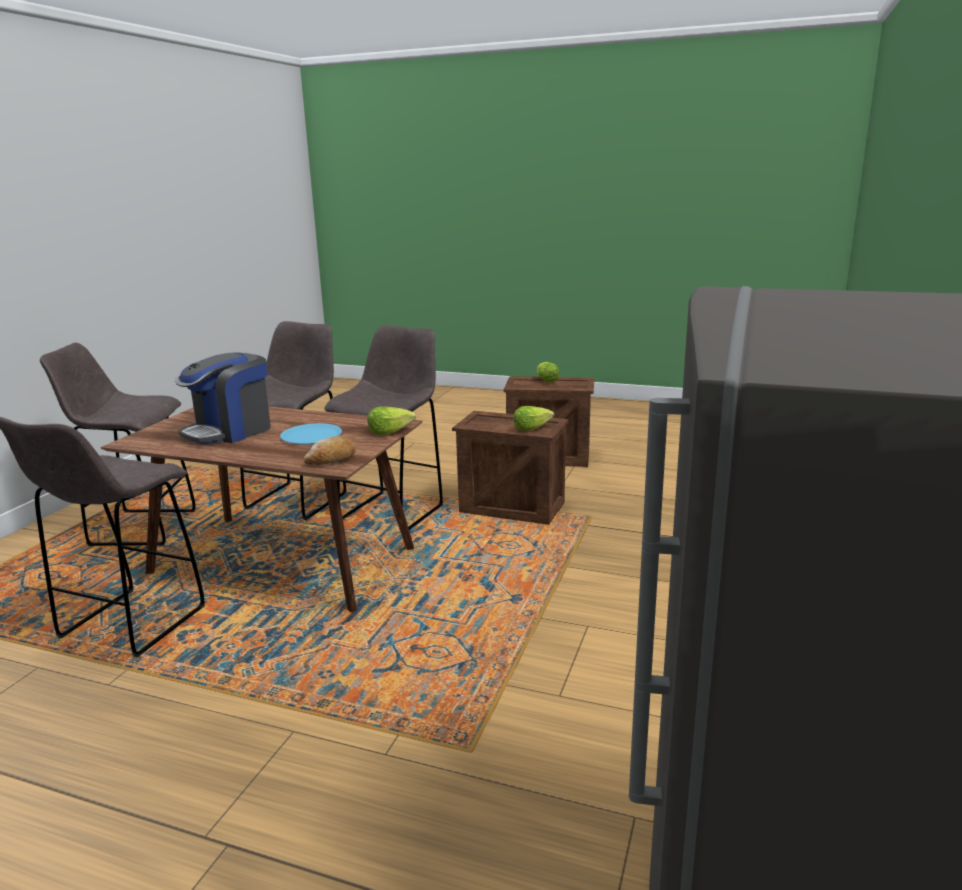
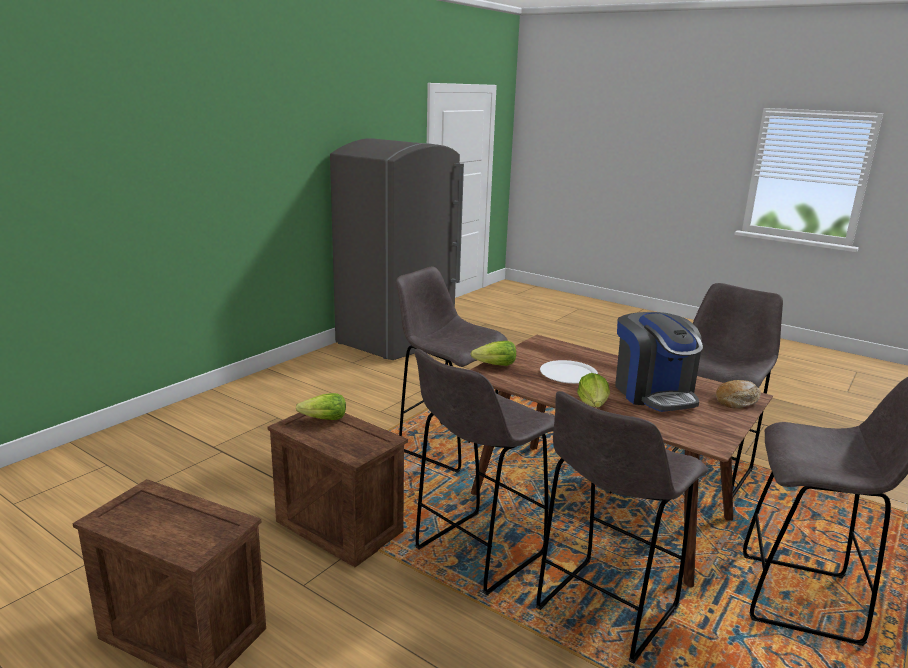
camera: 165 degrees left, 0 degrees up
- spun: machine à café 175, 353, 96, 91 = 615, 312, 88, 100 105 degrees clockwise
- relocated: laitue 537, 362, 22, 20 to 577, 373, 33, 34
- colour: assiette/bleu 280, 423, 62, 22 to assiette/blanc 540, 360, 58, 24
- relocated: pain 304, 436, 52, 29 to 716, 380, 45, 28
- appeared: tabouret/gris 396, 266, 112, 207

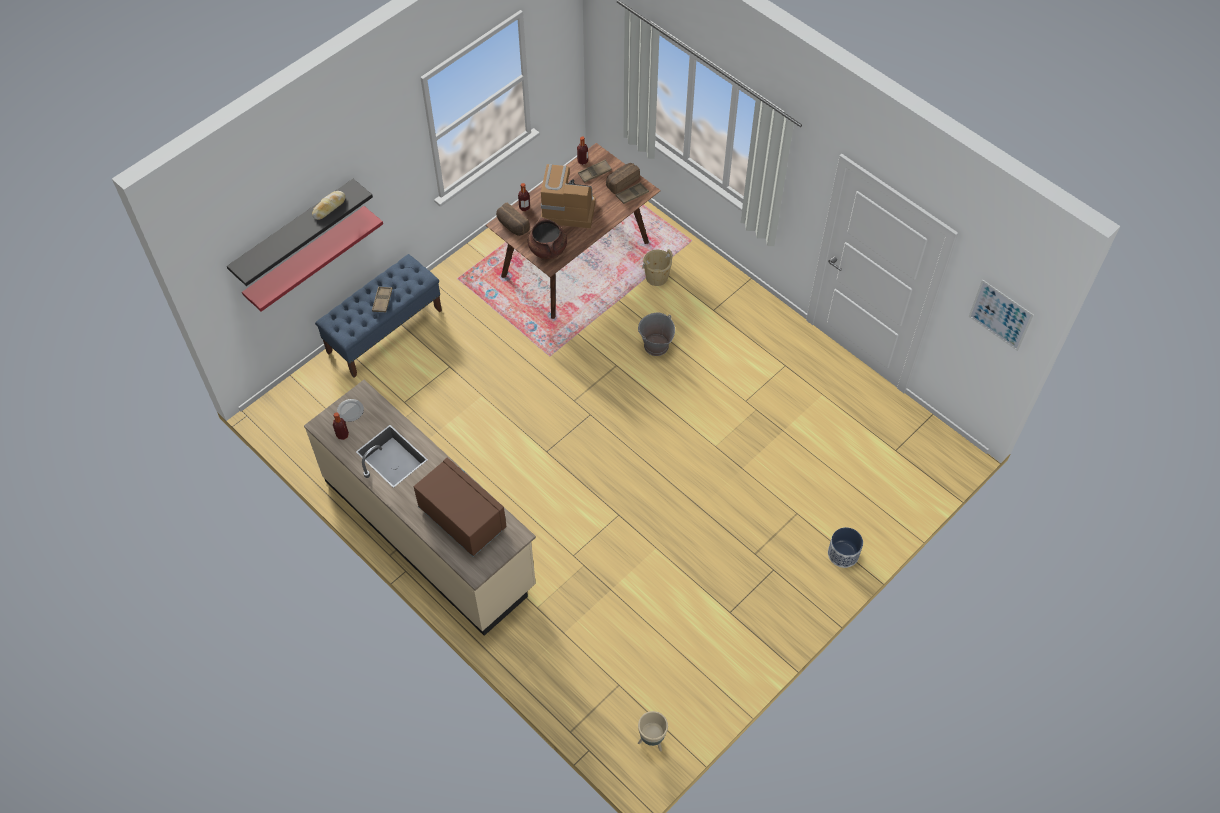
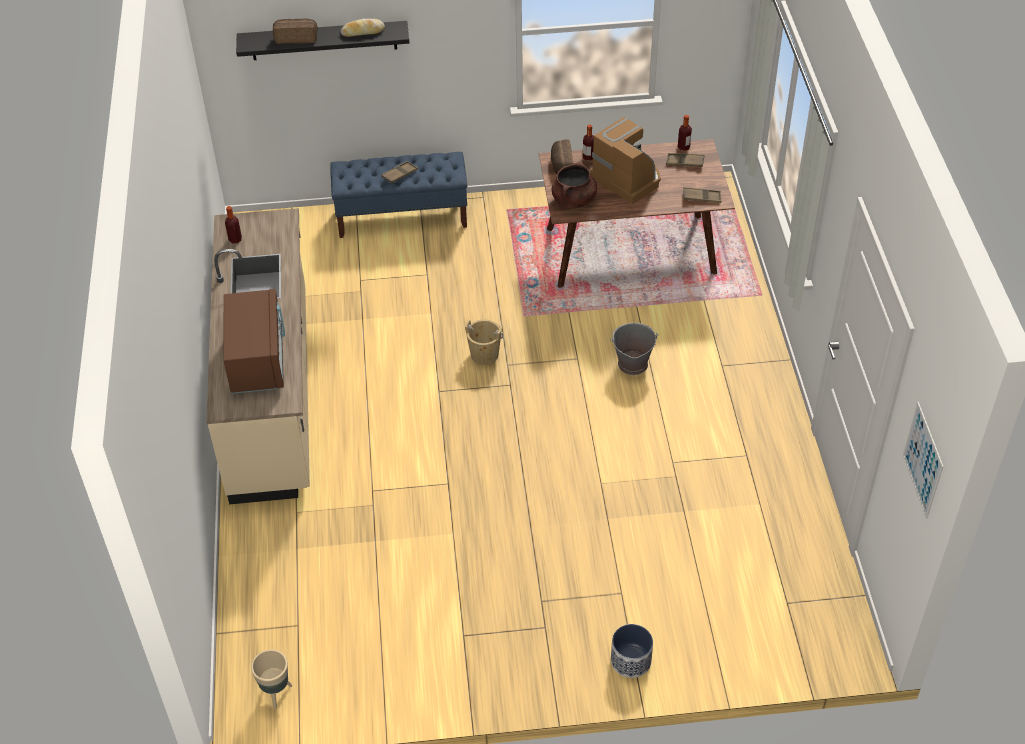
camera: 40 degrees right, 10 degrees down
- relocated: pain 606, 163, 34, 31 to 273, 19, 45, 25
- missing: étagère/rouge 242, 206, 141, 106
- relocated: seau/beige 642, 249, 31, 37 to 465, 319, 38, 46
- missing: assiette 337, 399, 27, 23

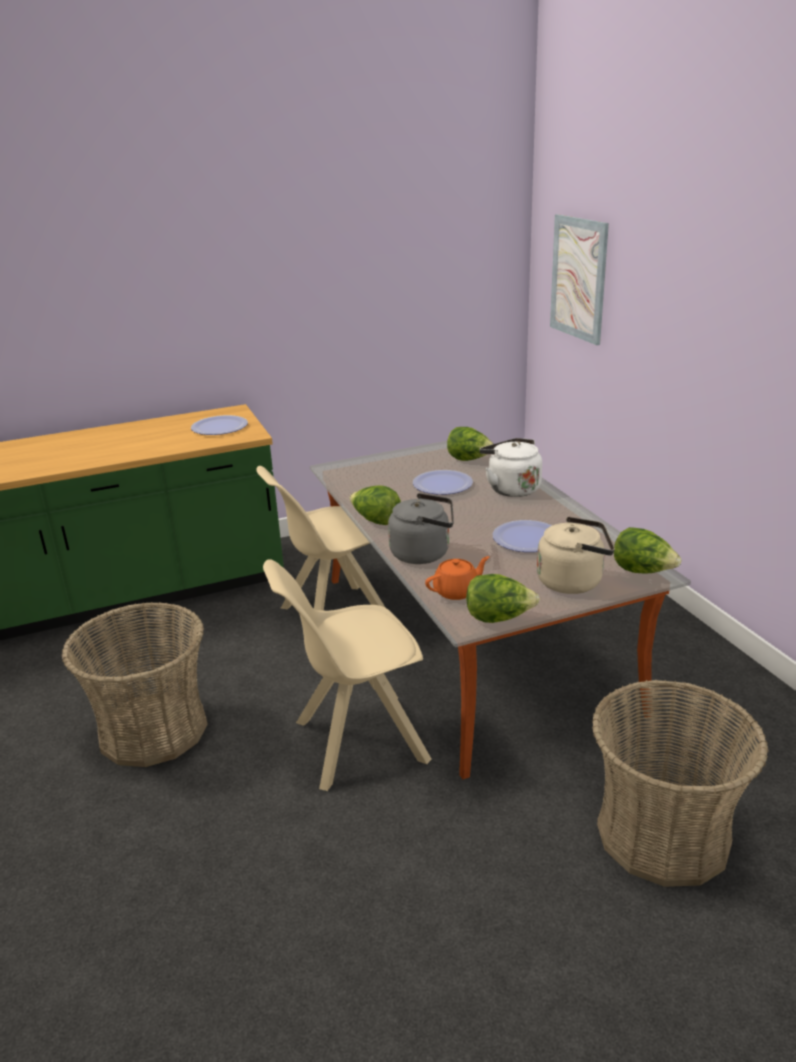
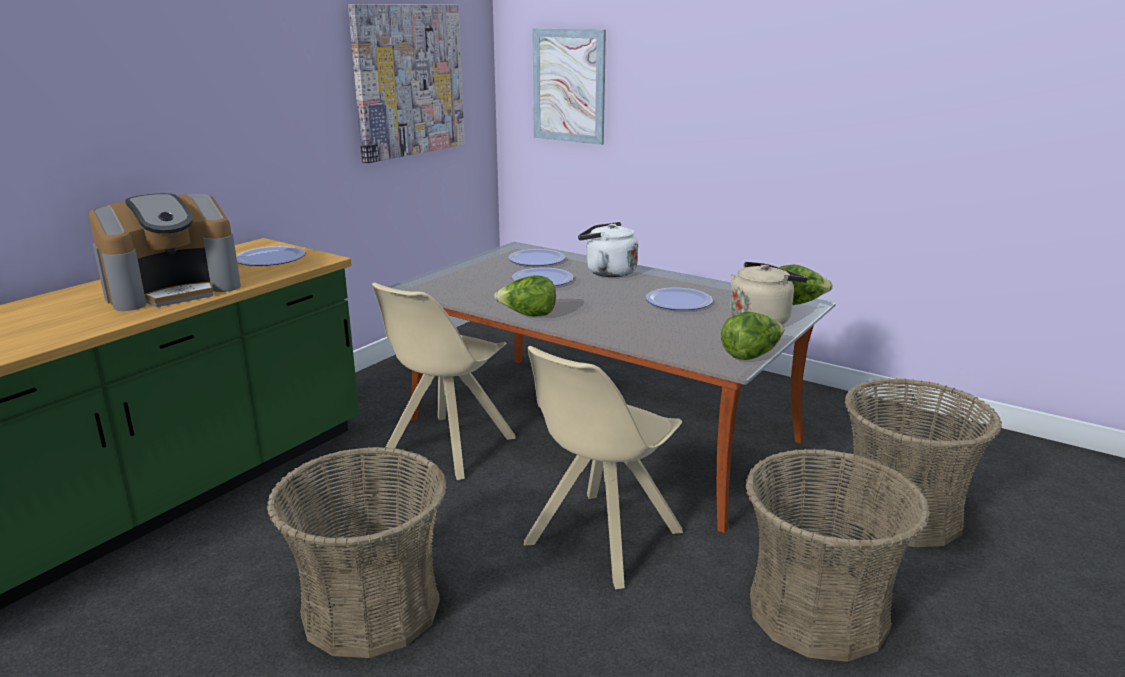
camera: 35 degrees left, 5 degrees down
- exchanged: laitue 447, 427, 47, 34 to assiette 508, 249, 57, 17
- missing: bouilloire/gris 388, 493, 66, 71
- missing: théière/orange 425, 556, 64, 44
- appeared: tableau 348, 4, 117, 159
- appeared: machine à café 89, 193, 152, 118
- appeared: panier 745, 448, 185, 214

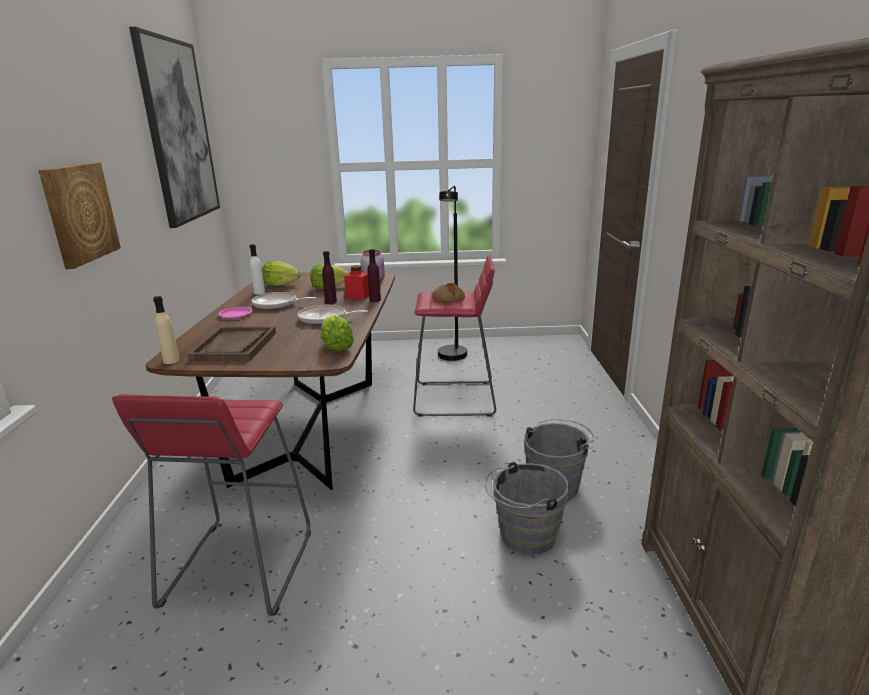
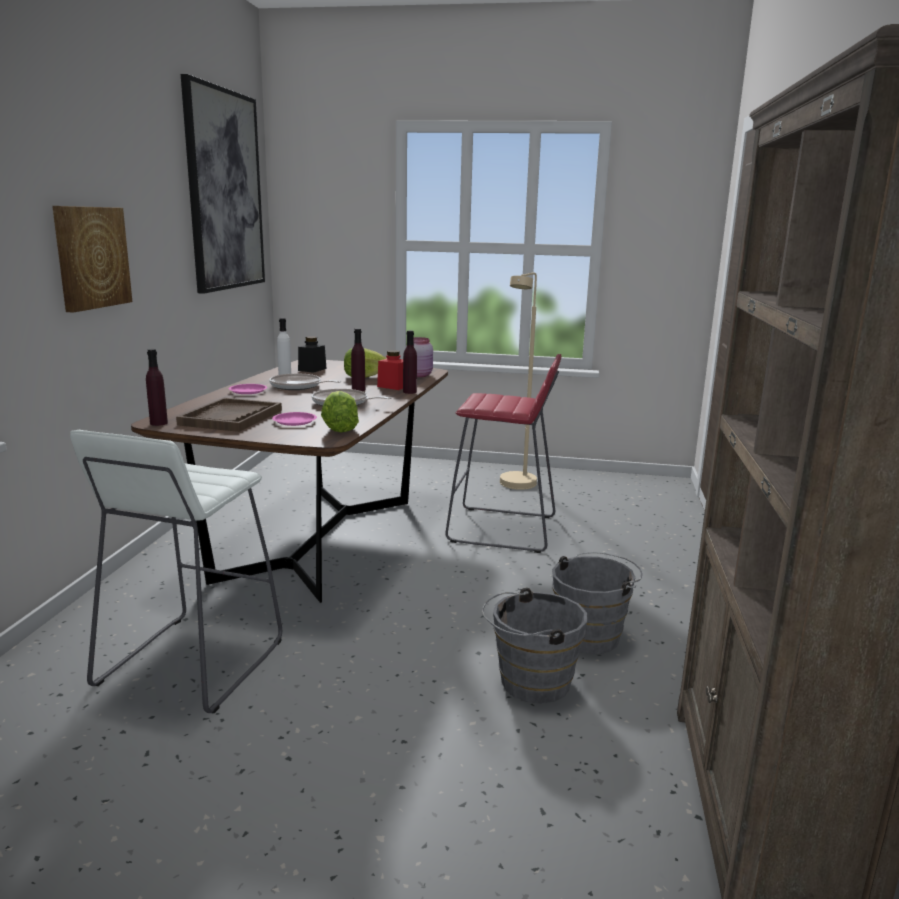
camera: 10 degrees right, 5 degrees down
- colour: lampadaire/noir 438, 186, 29, 175 to lampadaire/beige 500, 272, 37, 218
- exchanged: laitue 262, 261, 39, 25 to bocal/noir 298, 336, 28, 37
- missing: pain 432, 283, 33, 20
- colour: bouteille/beige 153, 296, 27, 68 to bouteille/violet 146, 349, 22, 77
- colour: tabouret/rouge 112, 394, 199, 222 to tabouret/blanc 70, 430, 212, 283
- appeared: assiette/rose 272, 412, 45, 14

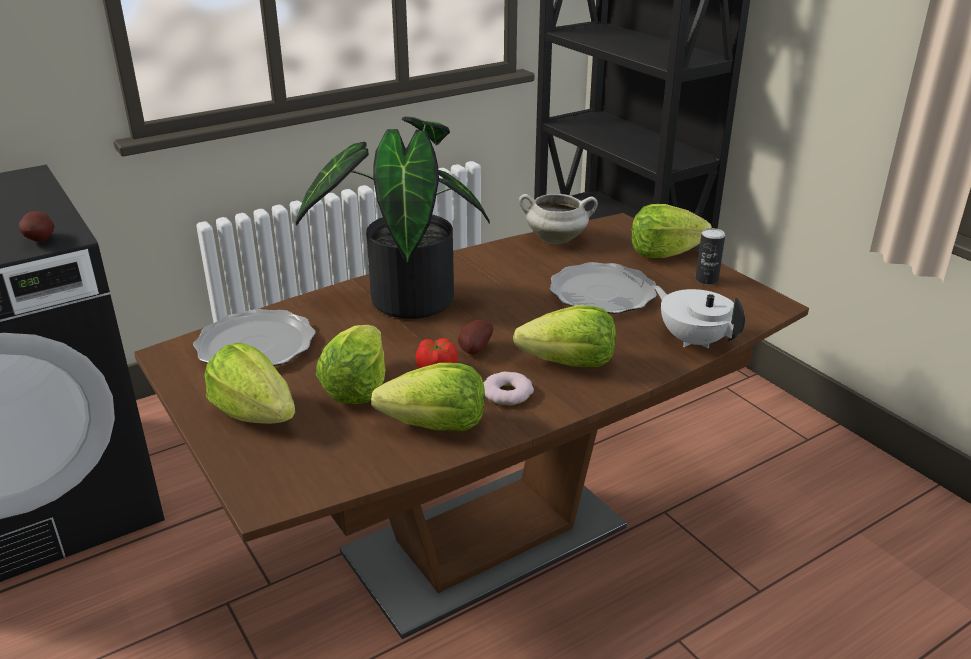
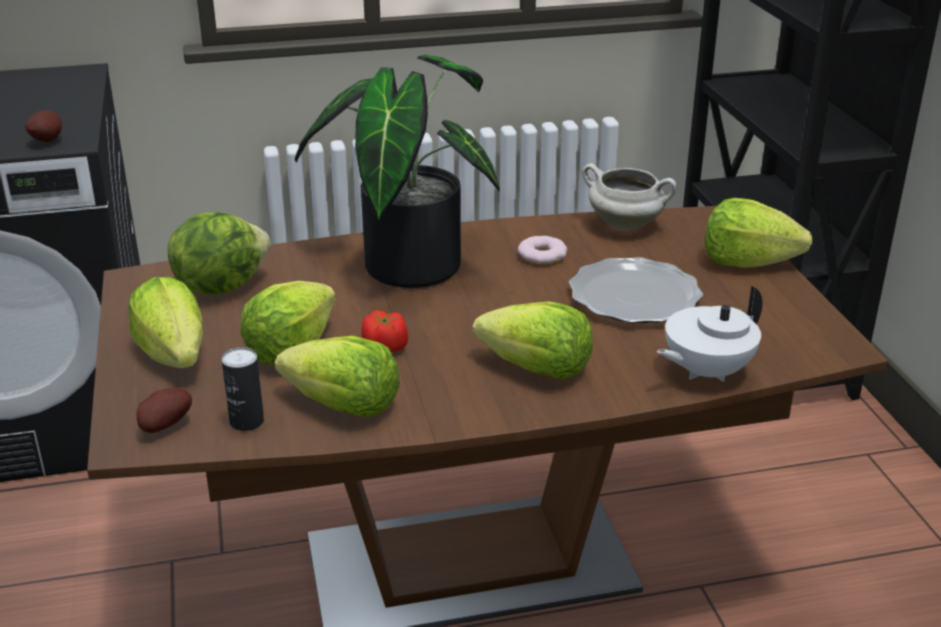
camera: 20 degrees right, 0 degrees up
- relocated: boîte métallique 695, 228, 30, 57 to 222, 347, 42, 84
- spun: théière/blanc 654, 285, 91, 63 = 657, 286, 105, 96 105 degrees counterclockwise
- exchanged: assiette 193, 309, 123, 57 to laitue 167, 212, 103, 83
- relocated: pomme de terre 458, 320, 35, 35 to 136, 388, 56, 45
- relocated: beignet 483, 372, 51, 33 to 518, 236, 50, 28

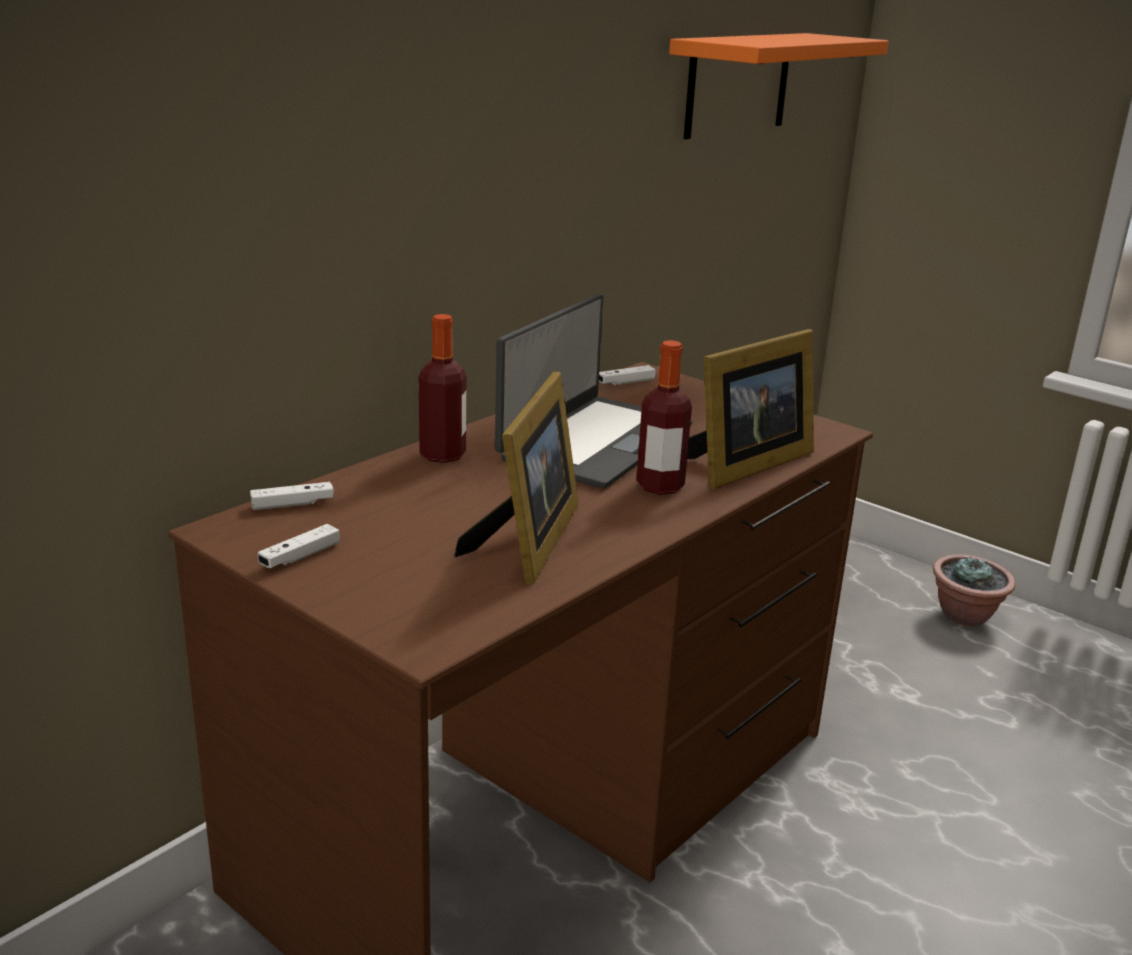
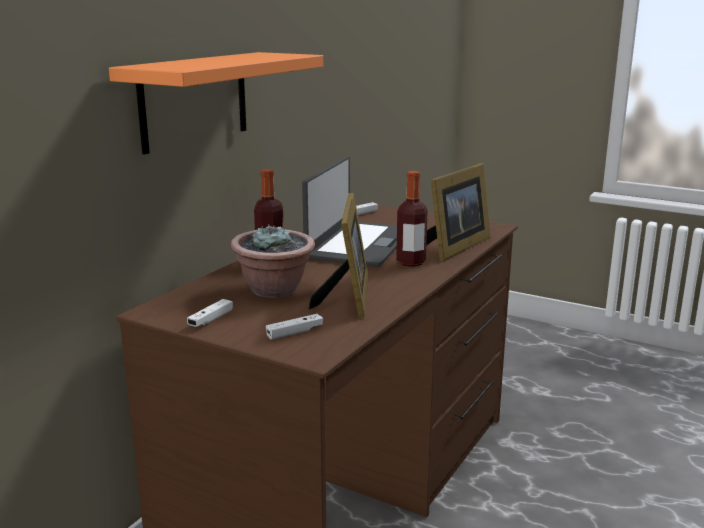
camera: 10 degrees left, 5 degrees down
- relocated: étagère/orange 669, 33, 220, 106 to 109, 52, 214, 103
- relocated: manette/blanc 250, 482, 84, 28 to 266, 314, 57, 26
- relocated: plante en pot 933, 554, 82, 72 to 231, 224, 84, 74

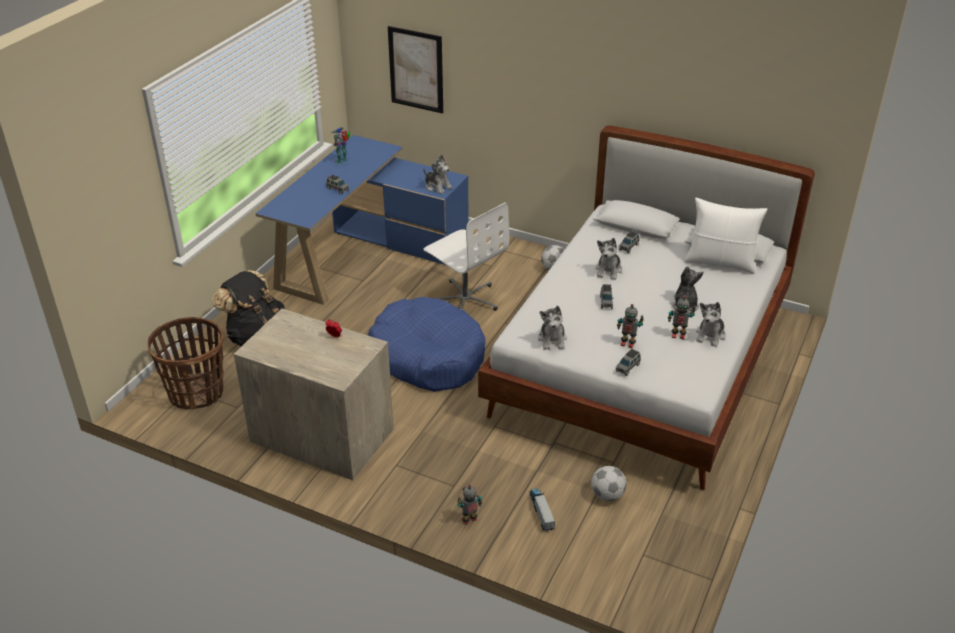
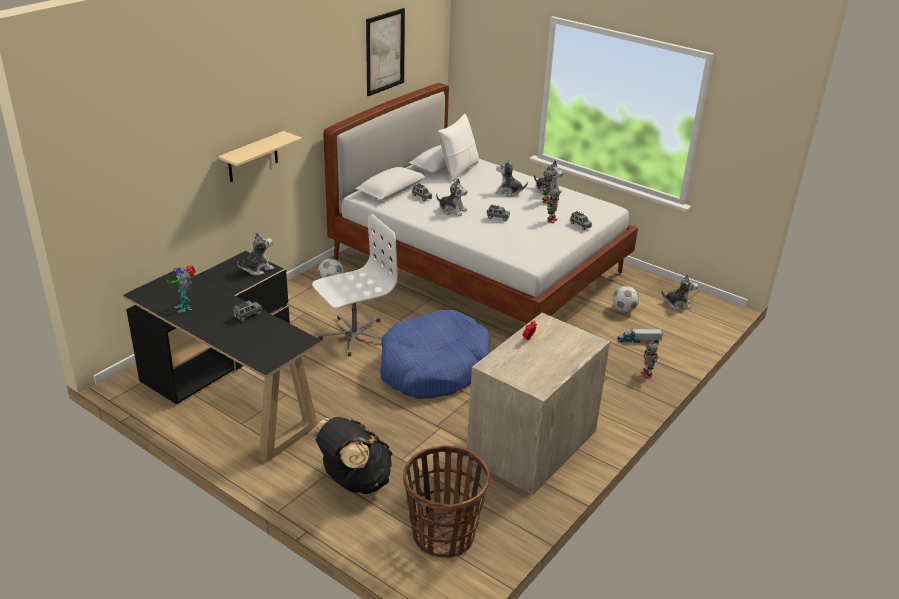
camera: 80 degrees left, 5 degrees down
- relocated: tableau 388, 26, 55, 88 to 366, 8, 39, 88
- colour: bureau/bleu 255, 135, 214, 170 to bureau/noir 123, 251, 199, 212
- relocated: peluche 538, 306, 29, 44 to 662, 274, 36, 36
- appeared: étagère/beige 218, 131, 84, 51

